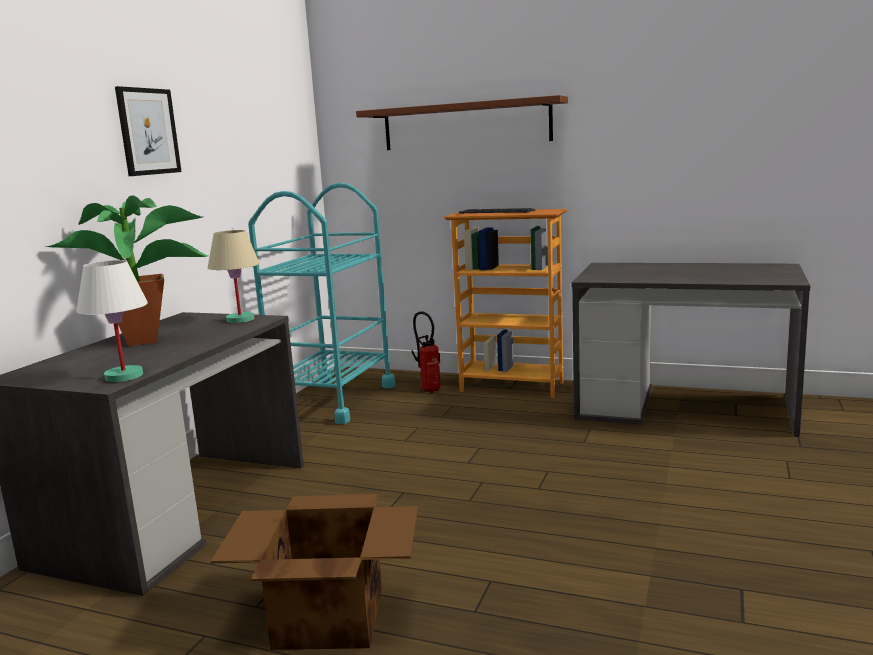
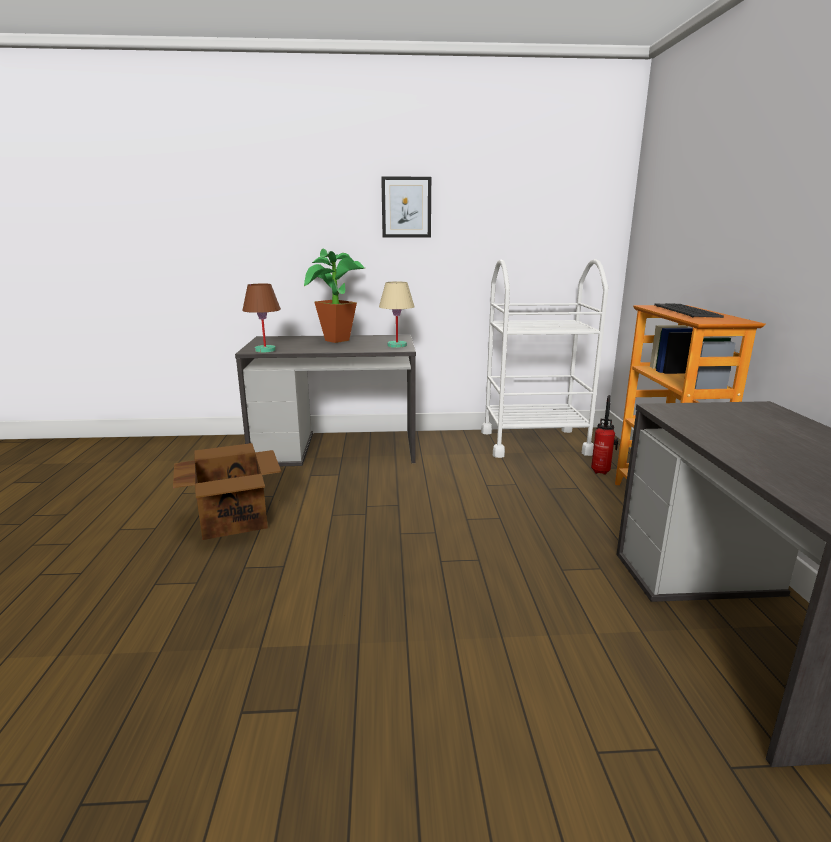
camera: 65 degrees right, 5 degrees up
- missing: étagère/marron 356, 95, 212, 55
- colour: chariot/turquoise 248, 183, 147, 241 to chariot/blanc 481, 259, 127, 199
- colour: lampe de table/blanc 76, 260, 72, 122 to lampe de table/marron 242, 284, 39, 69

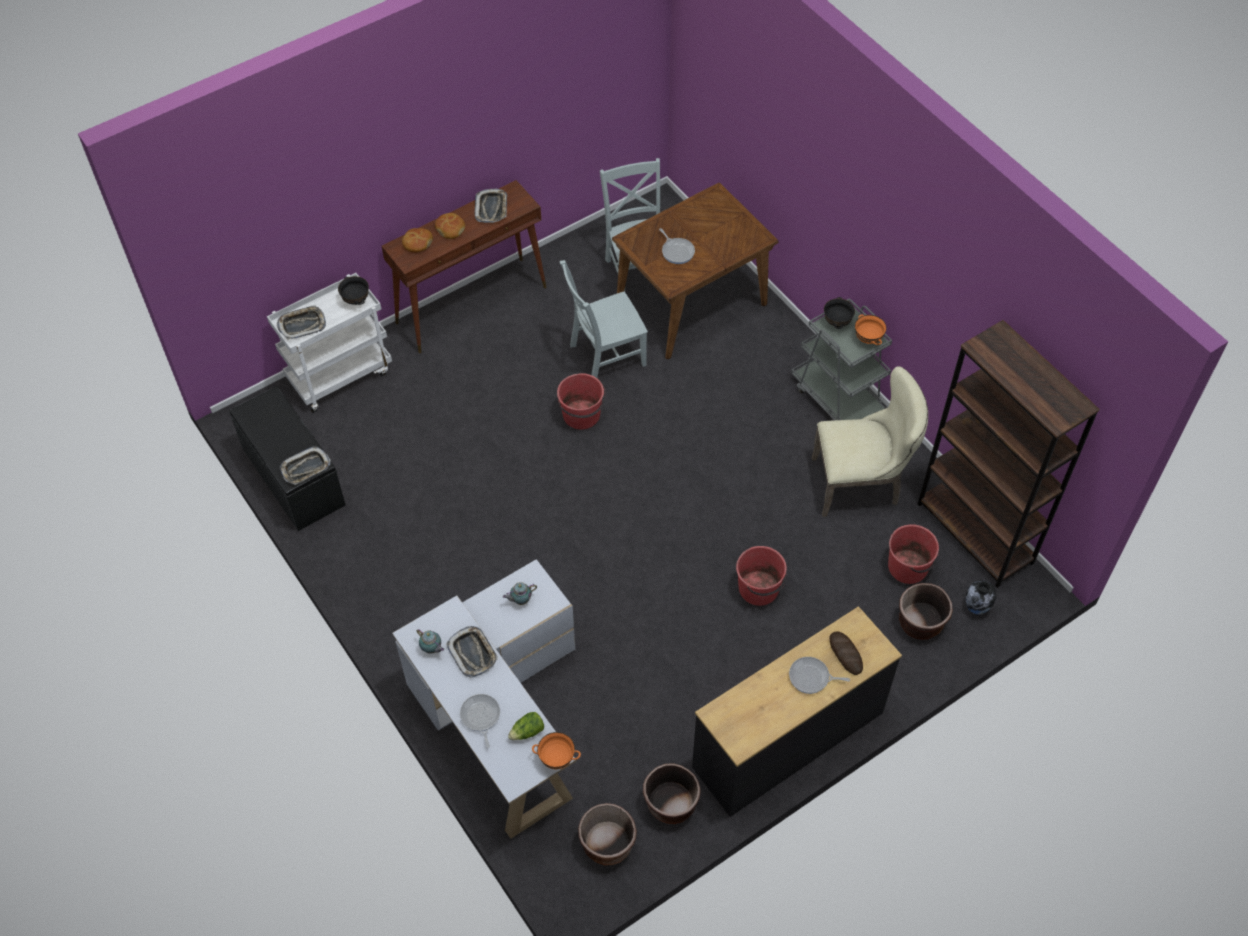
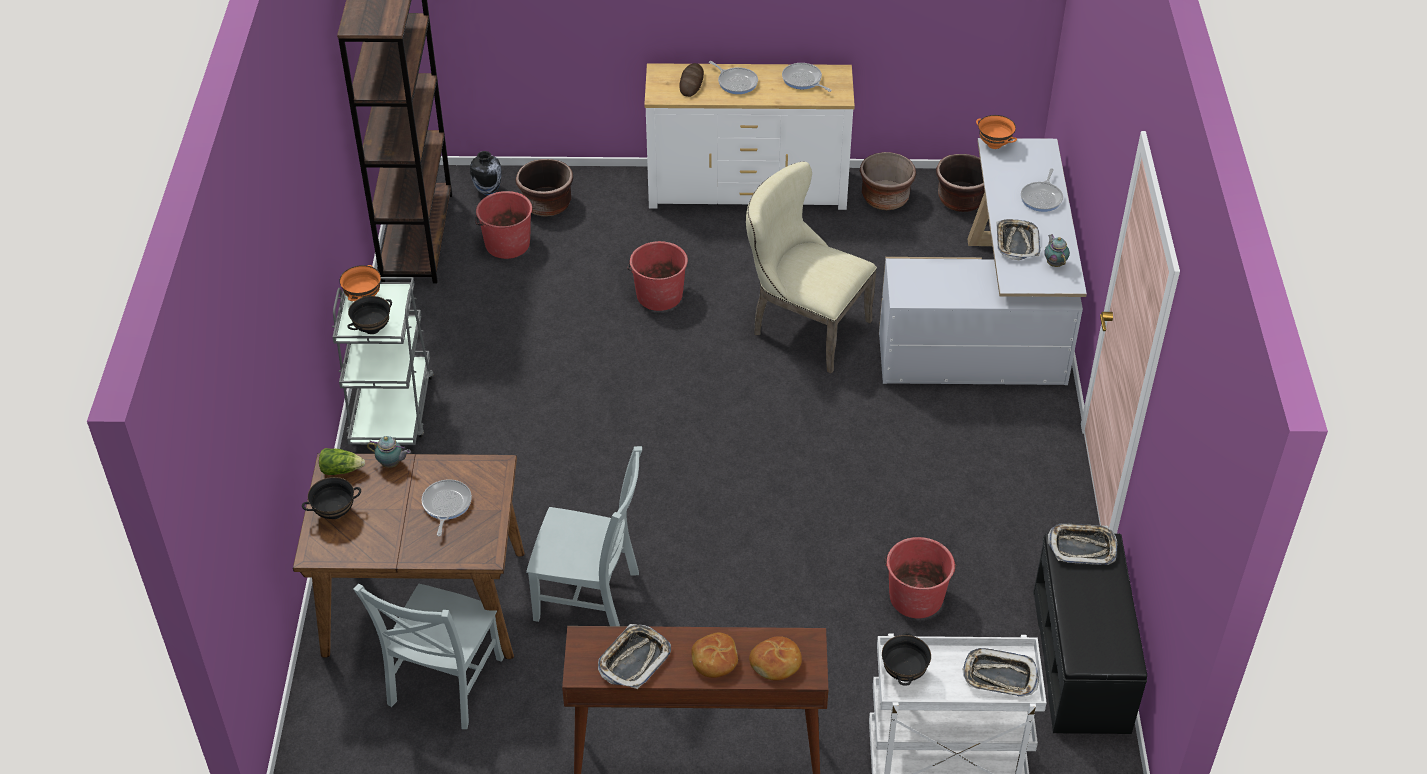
camera: 145 degrees left, 10 degrees down
- relocated: chaise/beige 812, 366, 116, 151 to 746, 161, 131, 213
- relocated: seau/rouge 557, 373, 49, 57 to 884, 537, 73, 81
- relocated: théière 503, 582, 34, 23 to 367, 436, 44, 32
- colour: commode/noir 692, 606, 210, 211 to commode/blanc 644, 63, 211, 147
- relocated: laitue 508, 712, 36, 28 to 319, 448, 46, 27
- appeared: poêle 782, 63, 50, 29
- appeared: bol/noir 302, 477, 59, 42

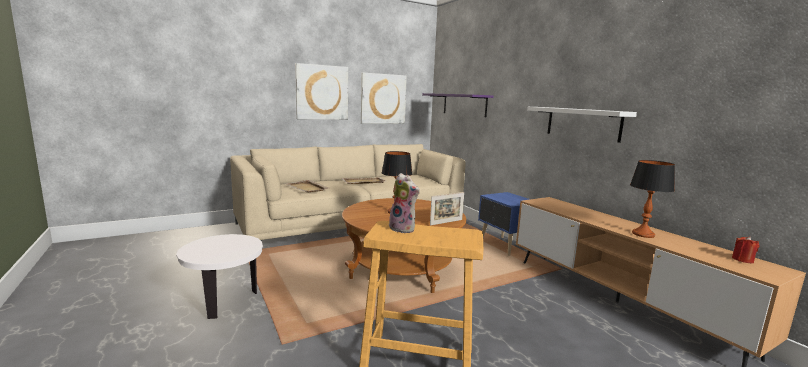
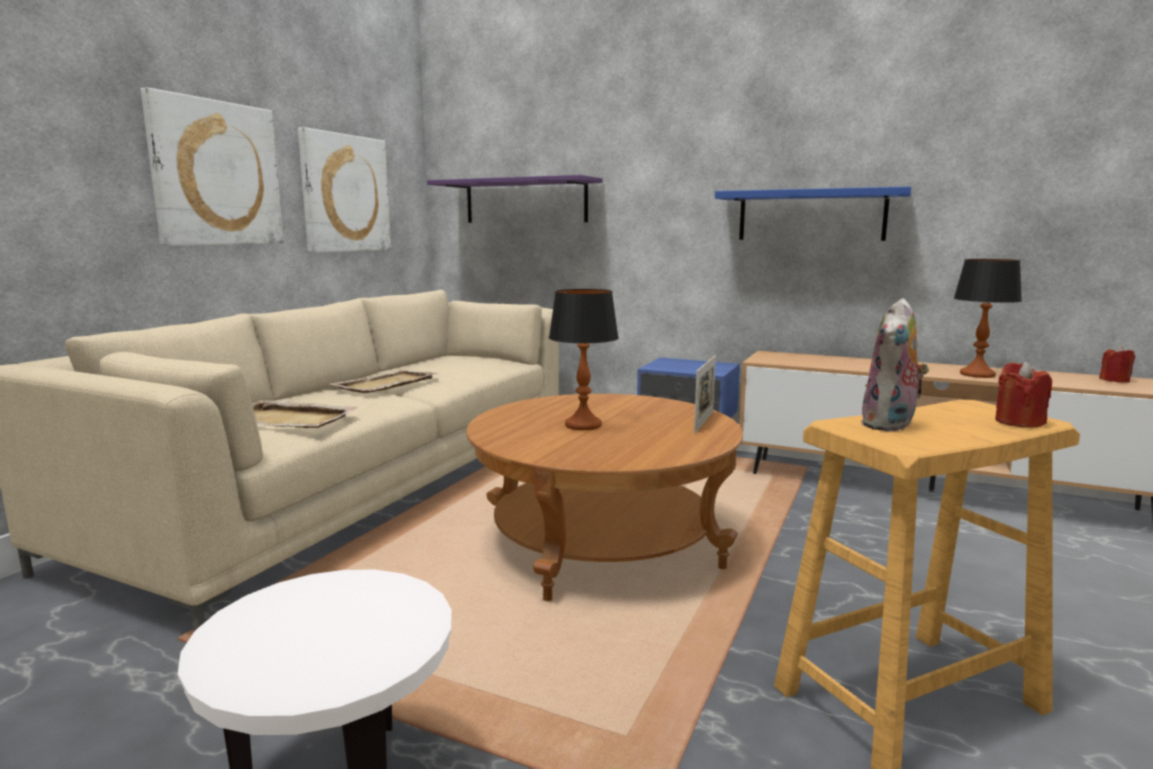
camera: 35 degrees left, 0 degrees up
- colour: étagère/blanc 527, 107, 110, 36 to étagère/bleu 715, 187, 196, 54
- spun: peluche 389, 173, 31, 60 = 861, 298, 68, 134 120 degrees clockwise
- appeared: bougie/rouge 995, 361, 57, 67

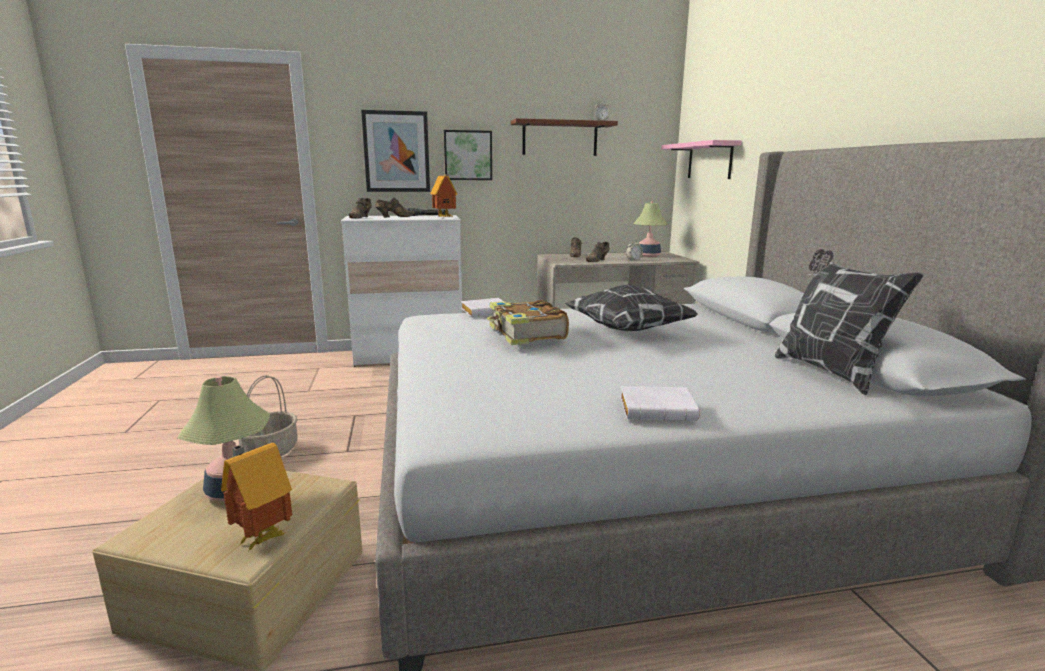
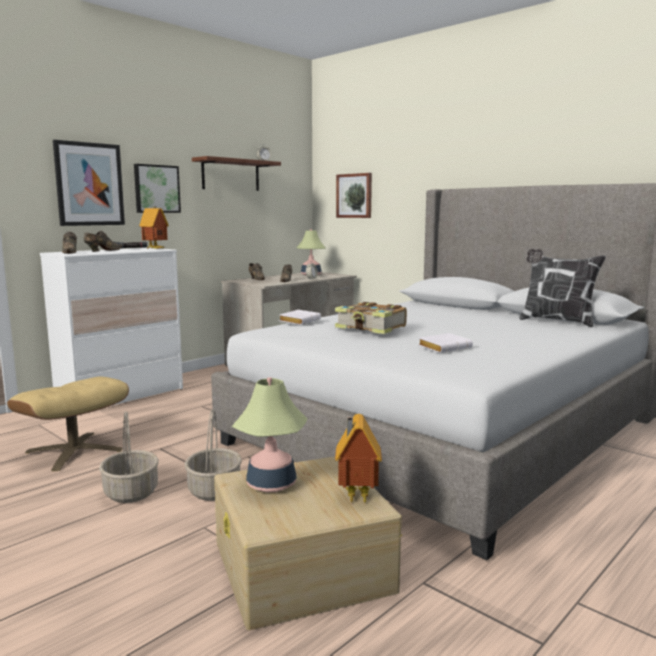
camera: 35 degrees left, 5 degrees down
- exchanged: étagère/rose 661, 140, 81, 39 to tableau 336, 173, 36, 45
- missing: coussin 565, 285, 133, 46
- relocated: livre/blanc 620, 386, 80, 35 to 418, 333, 55, 20
- appeared: pouf/beige 7, 376, 122, 95
- appeared: panier 185, 410, 57, 91

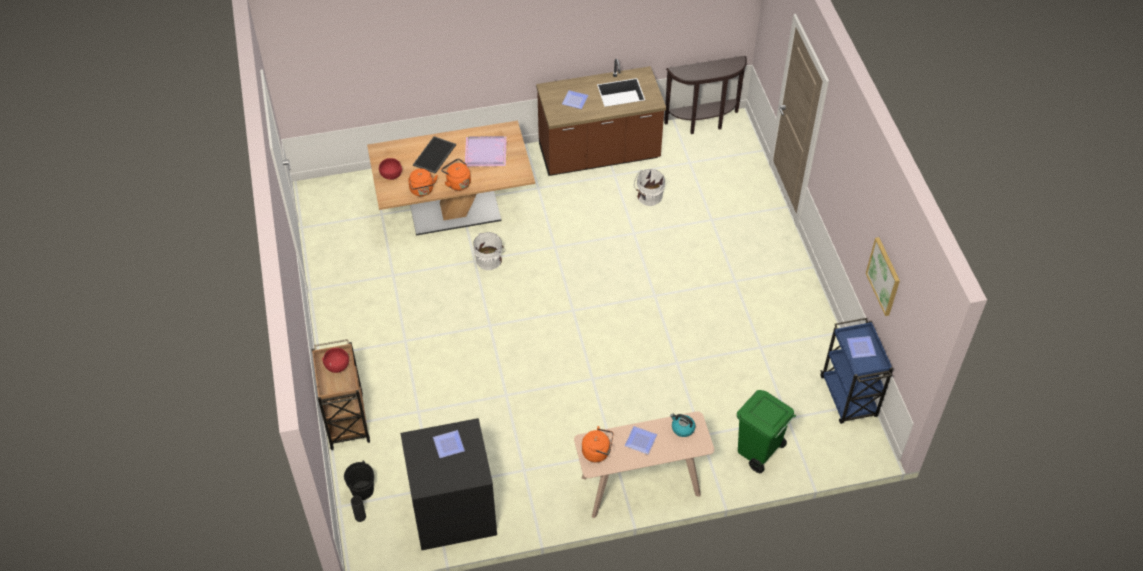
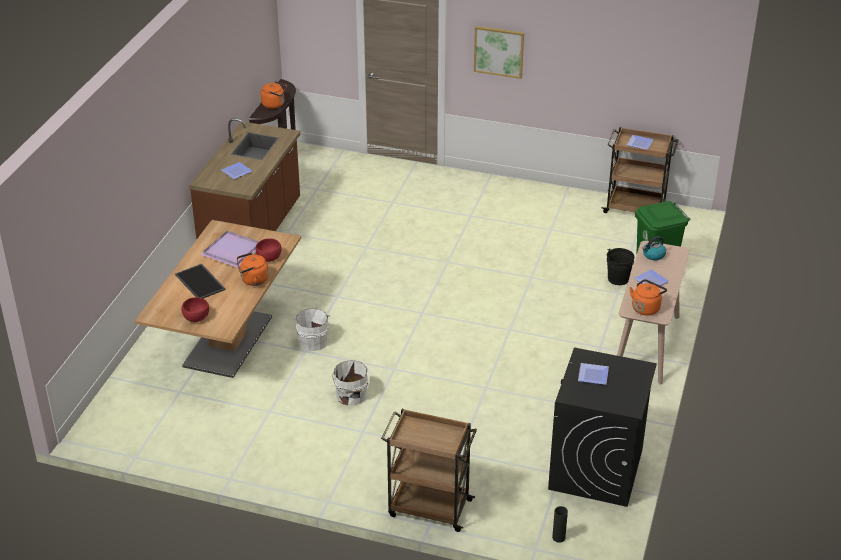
camera: 60 degrees left, 15 degrees down
- relocated: bouilloire/orange 408, 169, 30, 27 to 261, 81, 26, 28
- relocated: seau/blanc 634, 169, 31, 37 to 332, 360, 38, 45
- relocated: tableau 866, 237, 34, 79 to 474, 26, 50, 53
- colour: chariot/bleu 820, 318, 73, 106 to chariot/marron 602, 127, 77, 86
- relocated: bol/rouge 322, 348, 27, 25 to 256, 238, 26, 24
- relocated: seau/noir 344, 460, 30, 40 to 607, 248, 28, 37

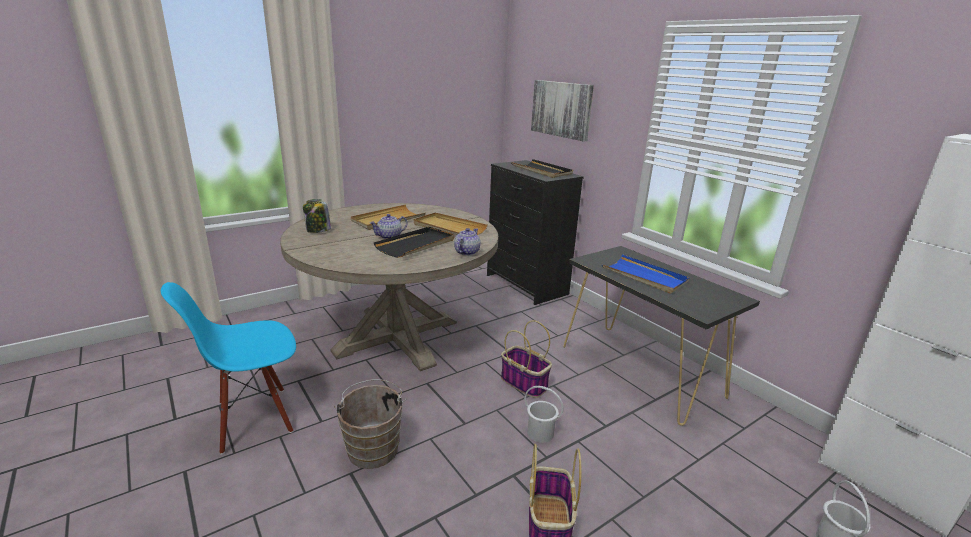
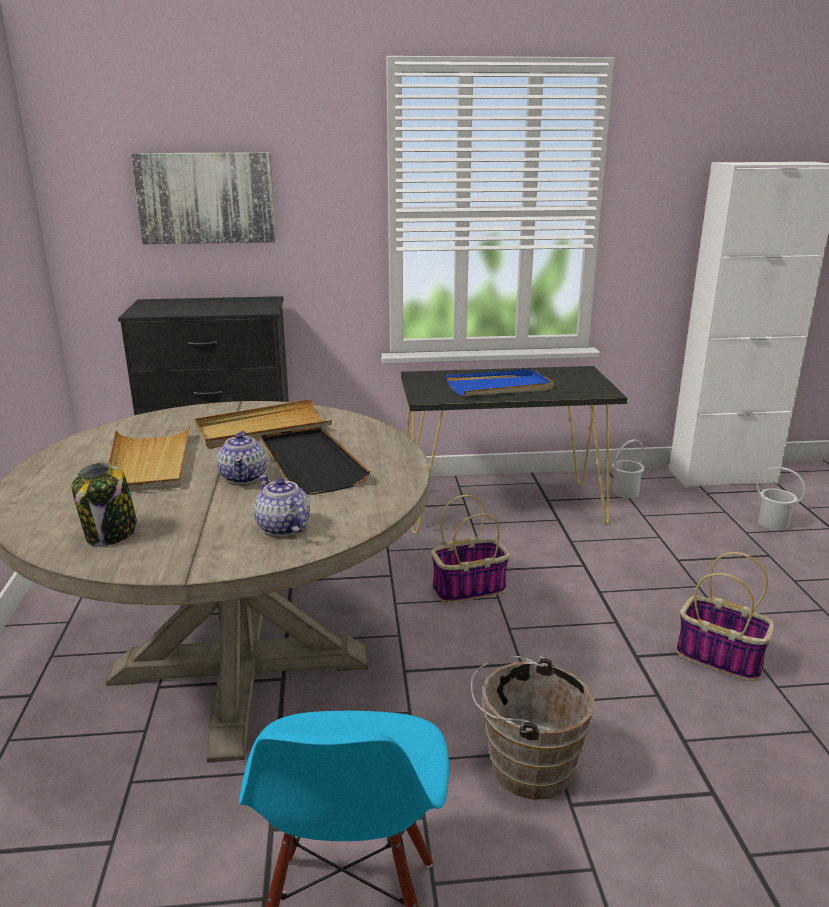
camera: 60 degrees left, 0 degrees up
- missing: plateau/noir 511, 159, 62, 19
- relocated: théière 454, 228, 26, 28 to 254, 475, 56, 61
- relocated: seau/blanc 524, 386, 40, 57 to 612, 439, 33, 59

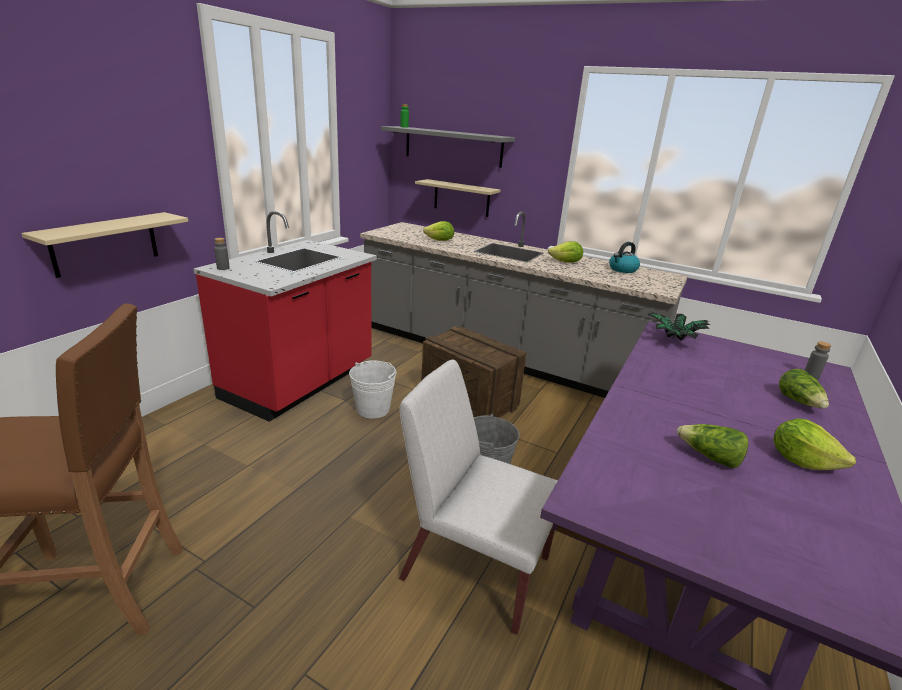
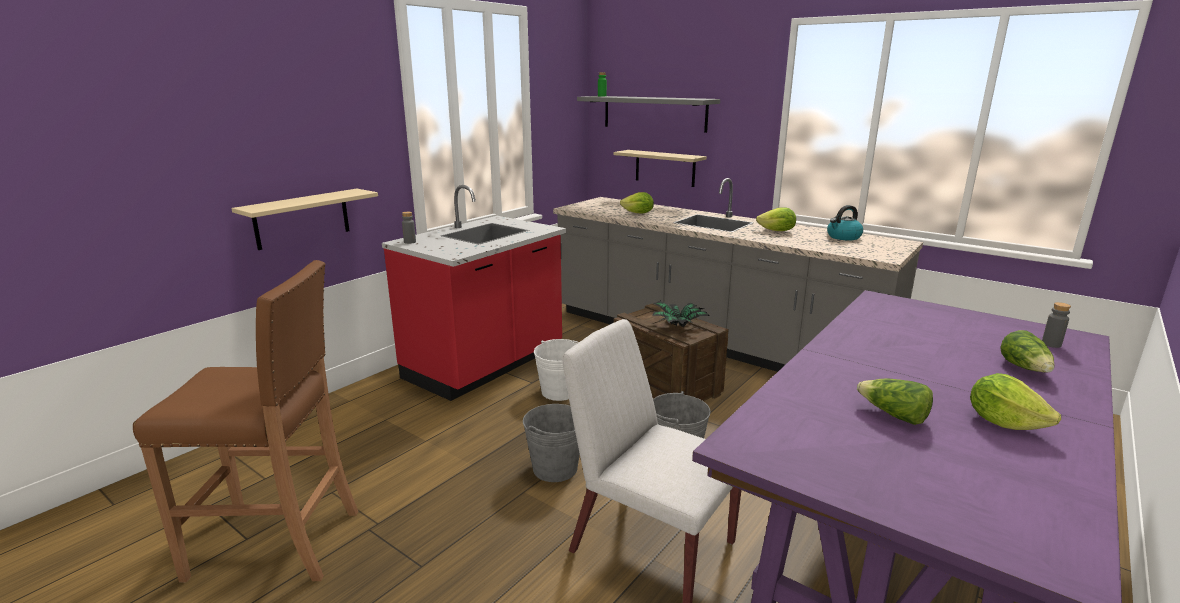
camera: 10 degrees right, 5 degrees down
- relocated: plante en pot 647, 312, 63, 29 to 652, 301, 57, 26
- appeared: seau/gris 523, 404, 57, 78

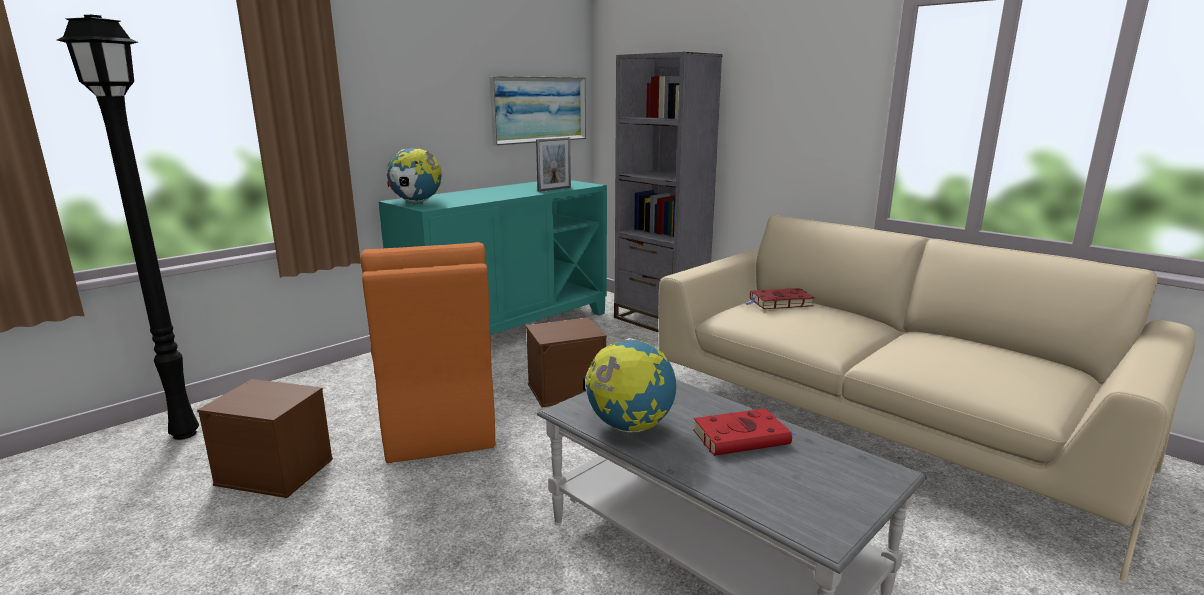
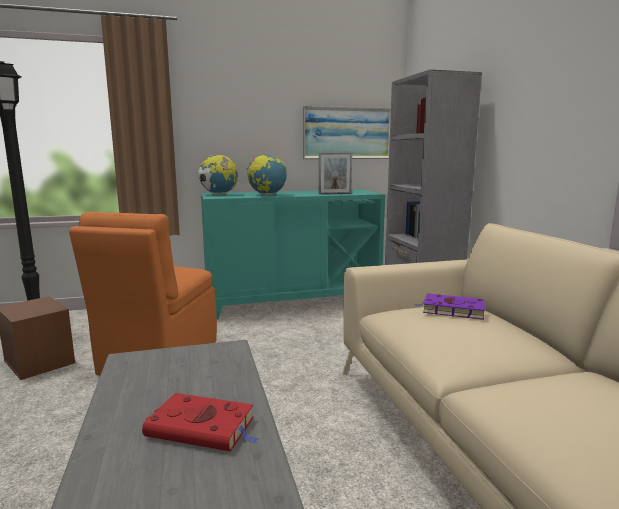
camera: 30 degrees right, 5 degrees down
- colour: livre/rouge 745, 288, 69, 21 to livre/violet 414, 293, 72, 27
- missing: boîte de rangement/marron 526, 318, 81, 89
- relocated: globe 583, 338, 93, 94 to 246, 155, 41, 41

